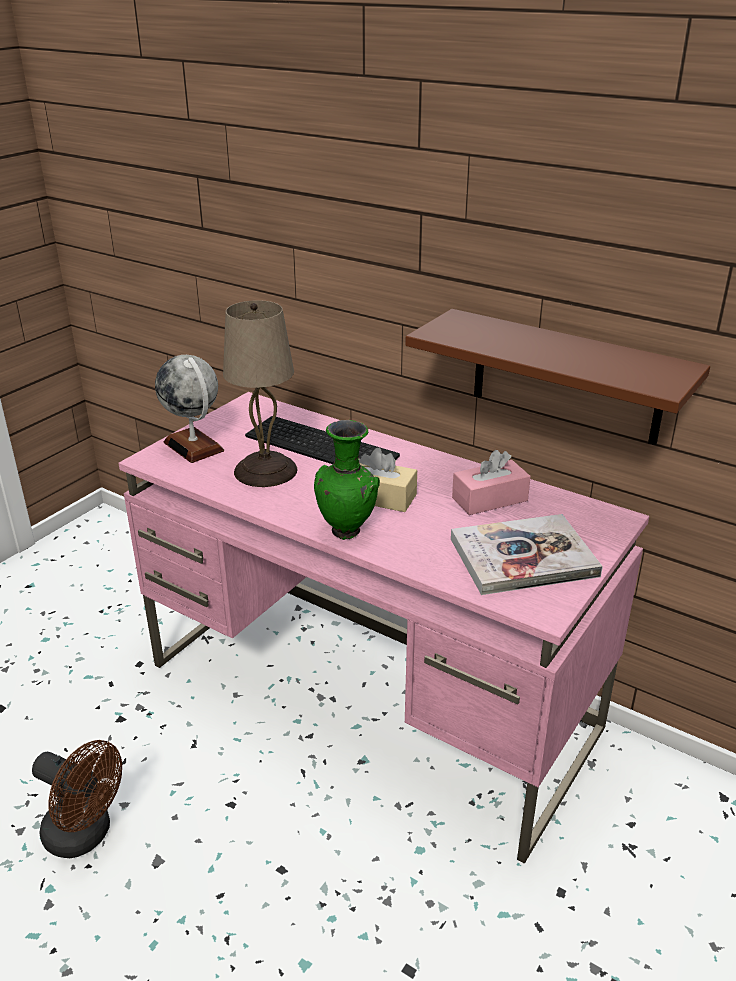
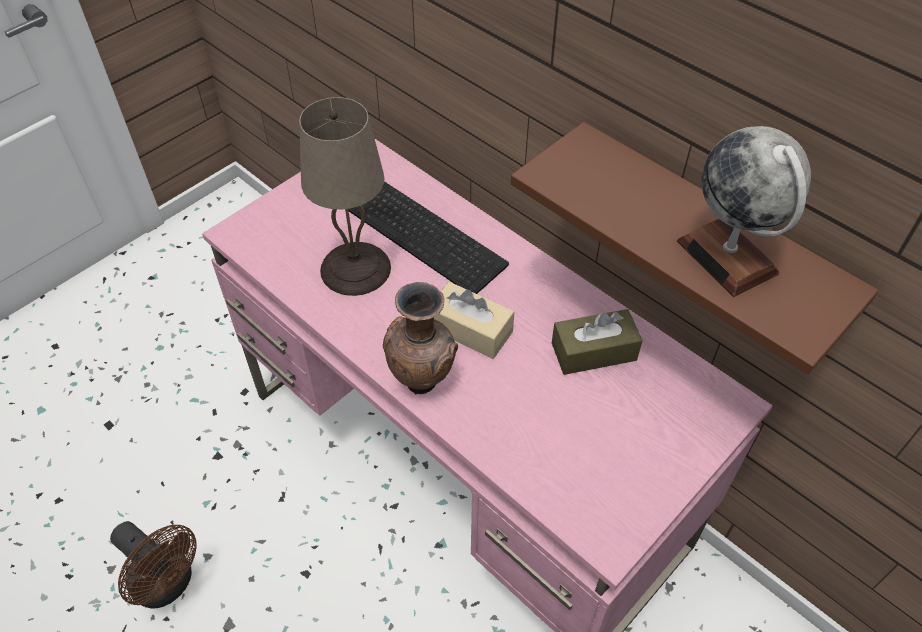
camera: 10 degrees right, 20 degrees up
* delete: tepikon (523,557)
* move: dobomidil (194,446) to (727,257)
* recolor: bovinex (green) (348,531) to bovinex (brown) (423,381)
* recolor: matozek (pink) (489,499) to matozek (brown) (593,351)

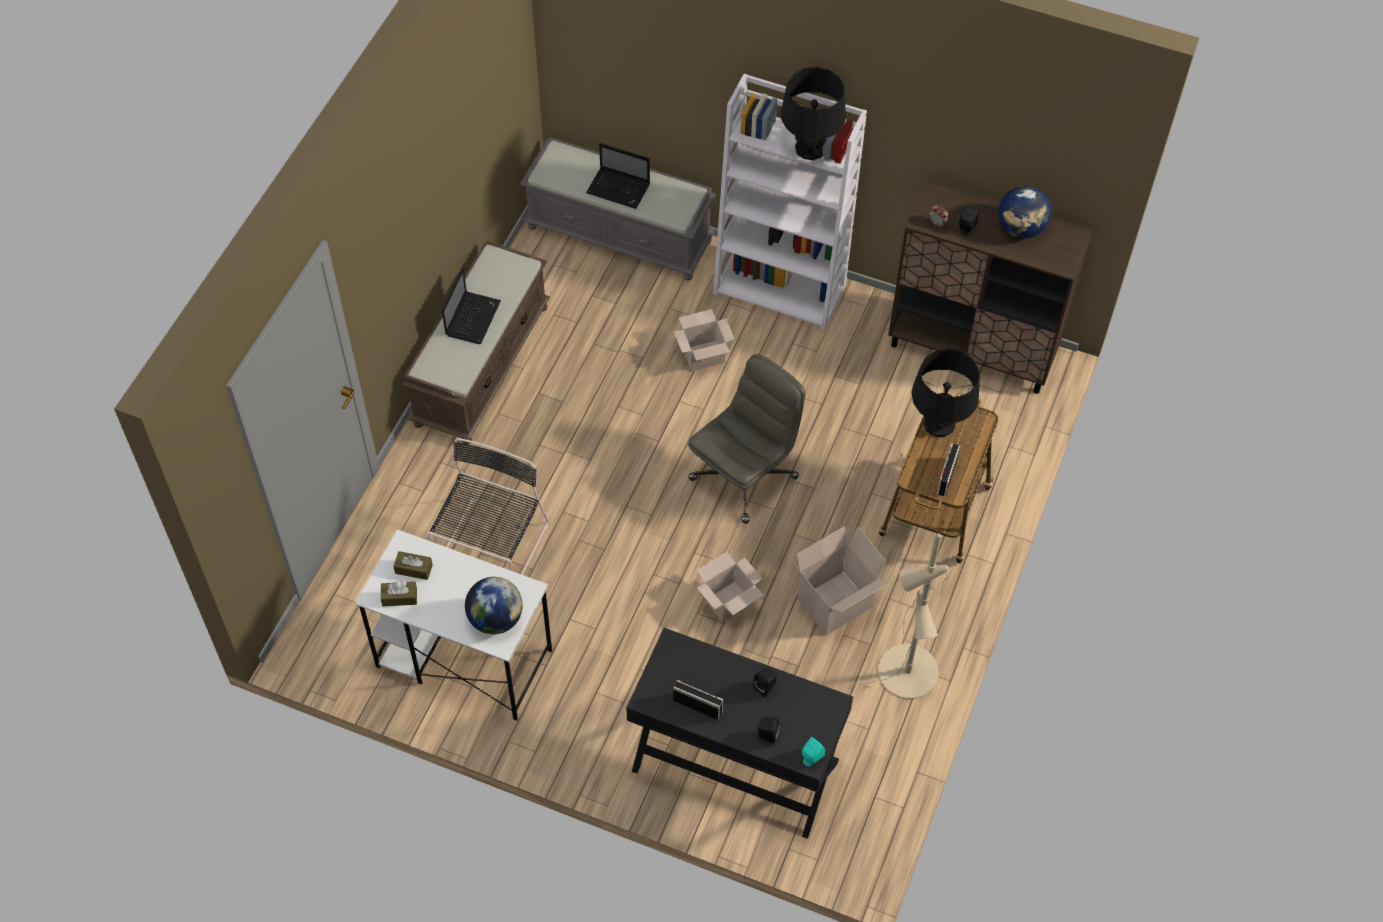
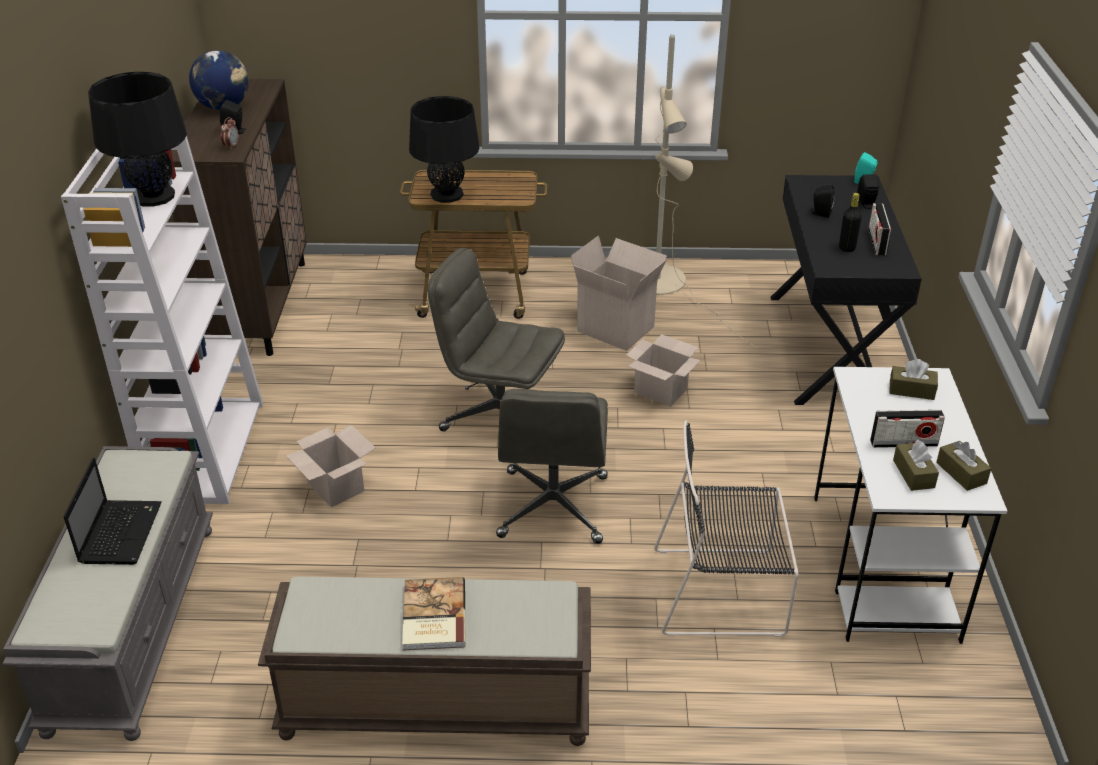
camera: 110 degrees left, 20 degrees down
* insert: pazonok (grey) (553,508)
* insert: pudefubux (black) (847,248)
* move: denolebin (946,477) to (903,443)
* replace: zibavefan (473,317) to tepikon (432,616)
* replace: dobomidil (495,619) to matozek (brown) (911,390)

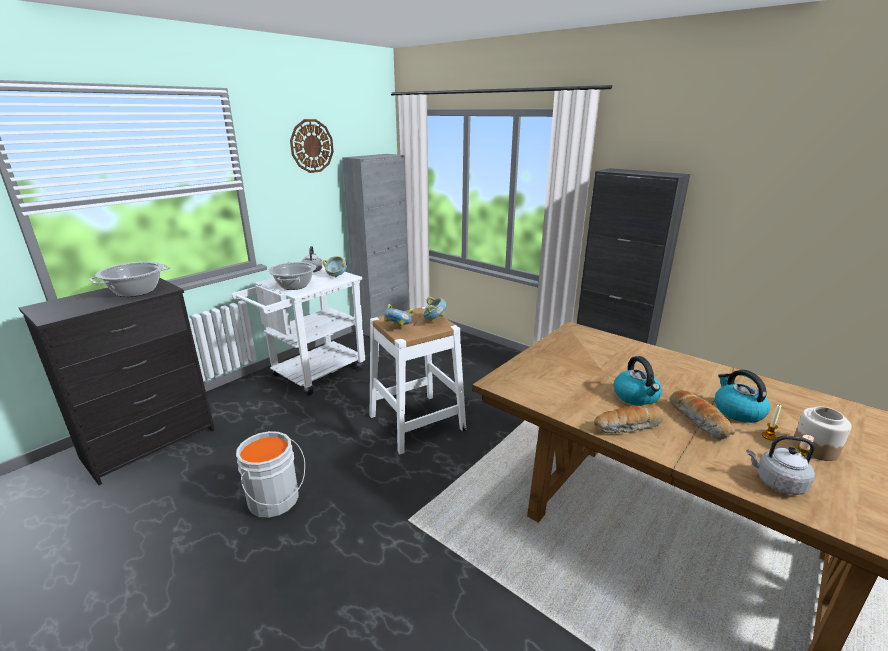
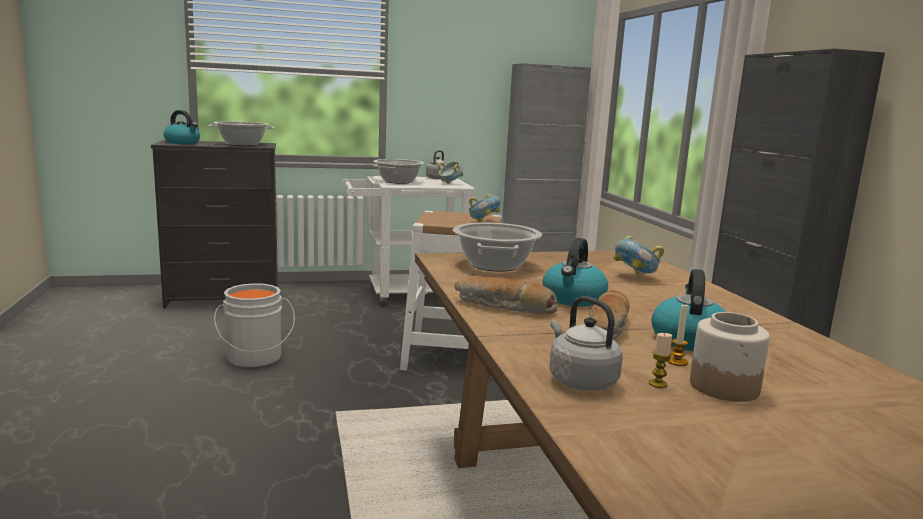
camera: 35 degrees right, 10 degrees down
* delete: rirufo (311,146)
* insert: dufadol (183,143)
* insert: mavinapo (494,265)
* move: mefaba (398,328) to (635,277)

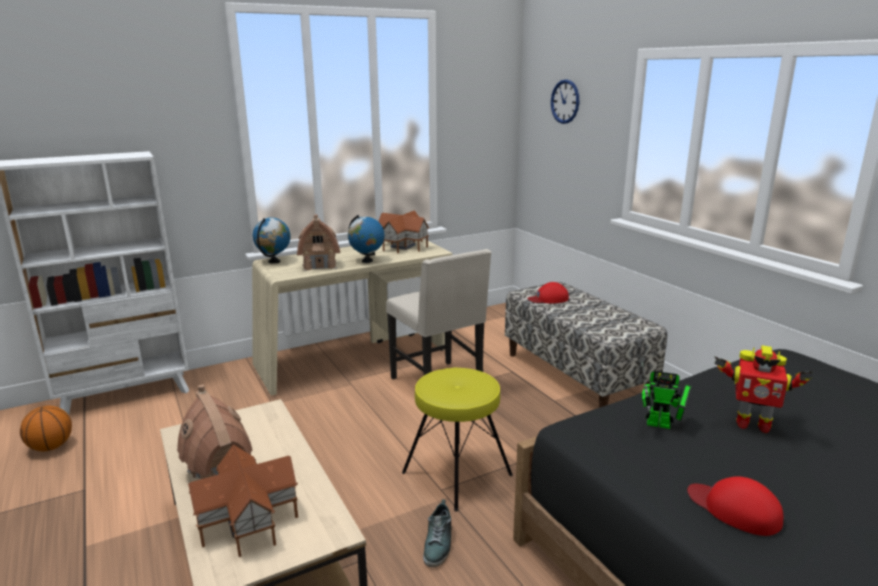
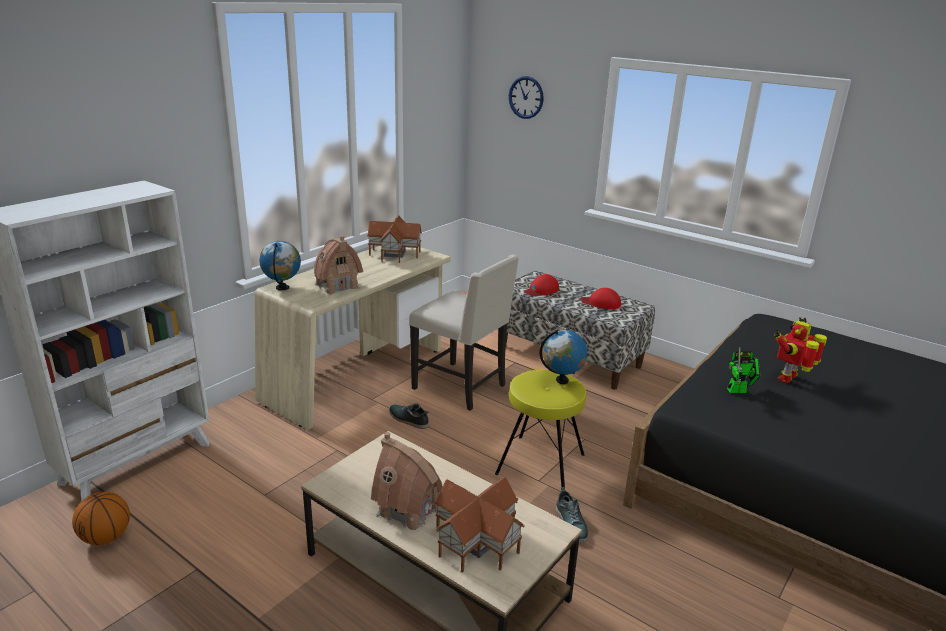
camera: 25 degrees left, 5 degrees up
* insert: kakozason (408,419)
* move: dobomidil (367,261) to (562,380)
* move: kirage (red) (734,509) to (601,303)
* rotate: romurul (751,424) = (789,378) 135 degrees clockwise

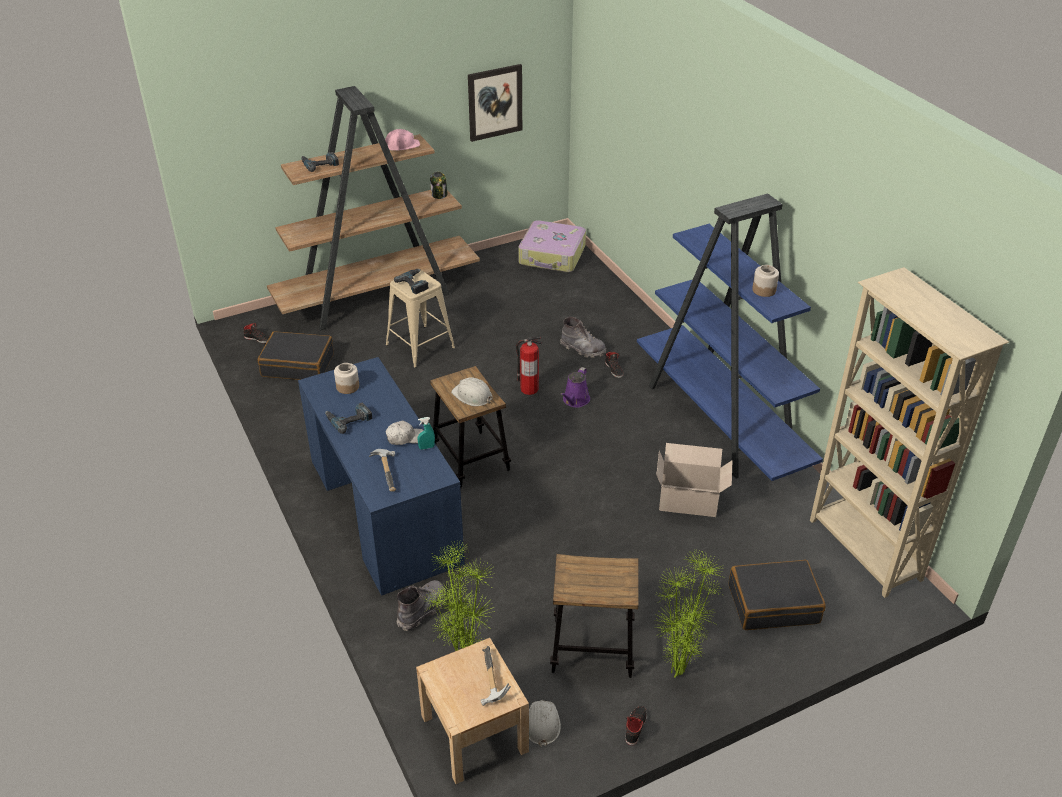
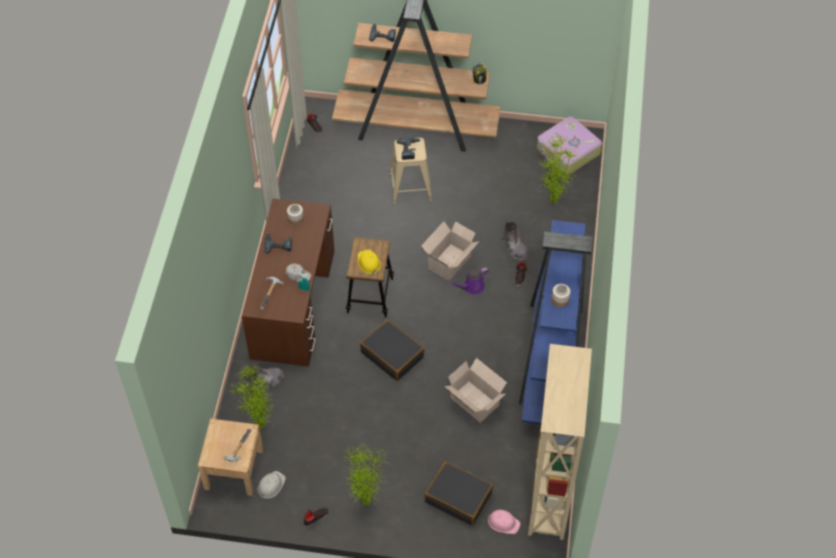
camera: 35 degrees right, 15 degrees up
* delete: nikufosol (495,102)
* delete: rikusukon (592,648)
* insert: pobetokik (553,202)
* move: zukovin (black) (298,364) to (392,355)
* move: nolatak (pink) (401,145) to (503,522)
* replace: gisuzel (529,389) to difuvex (450,261)
* recolor: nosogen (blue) (385,509) to nosogen (brown) (294,303)
* recolor: nolatak (white) (472,395) to nolatak (yellow) (368,263)

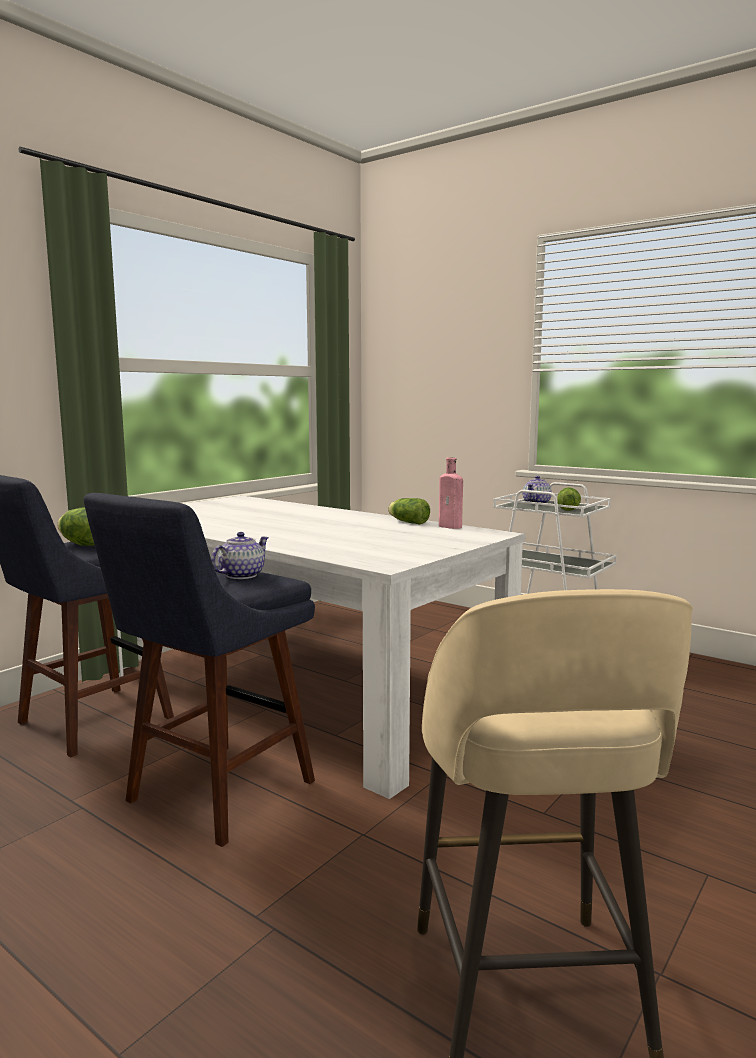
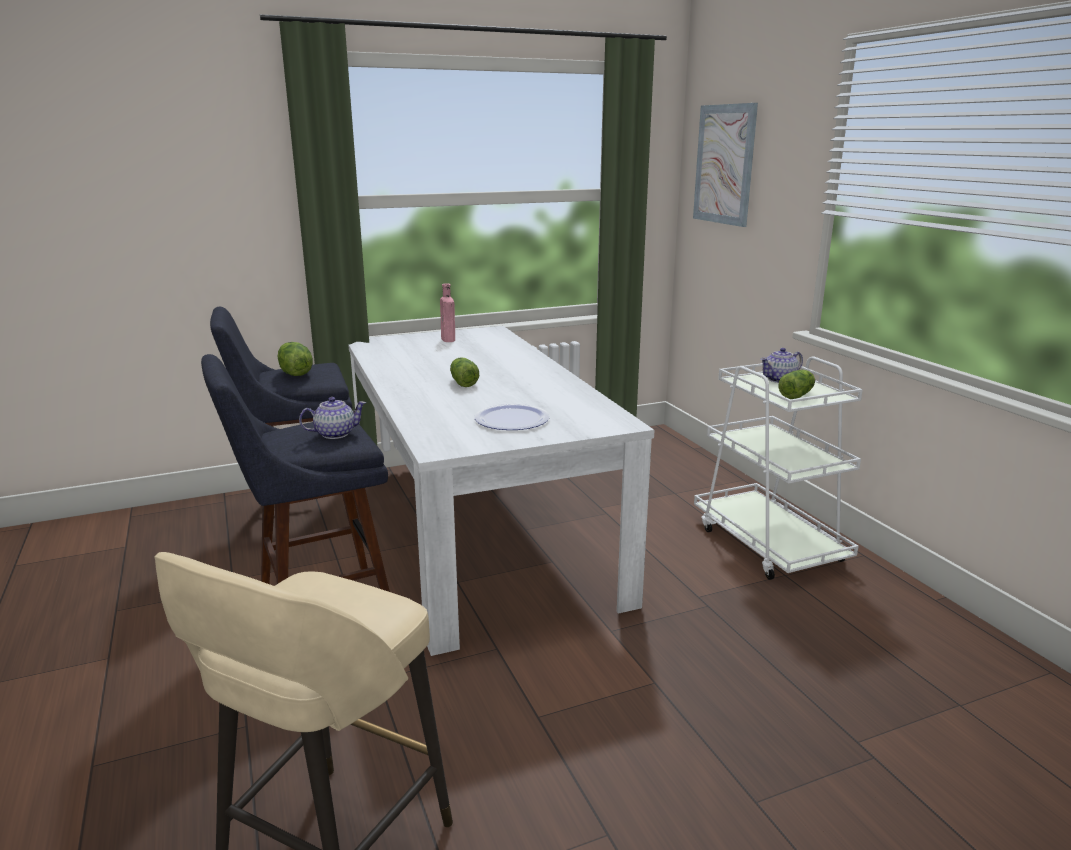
camera: 30 degrees right, 10 degrees up
* insert: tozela (511,419)
* insert: nikufosol (724,164)
* move: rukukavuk (407,522) to (463,382)
* move: pudefubux (pink) (451,527) to (448,340)

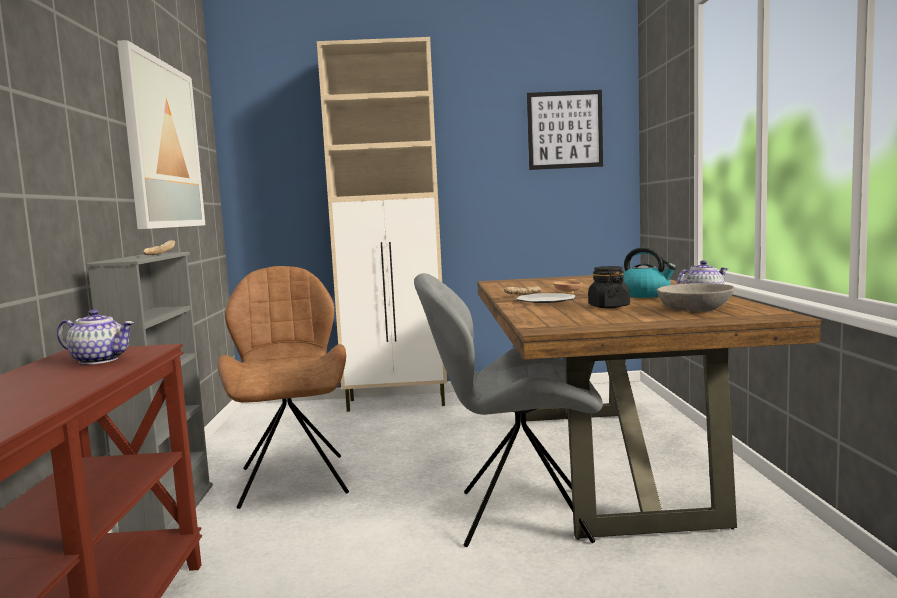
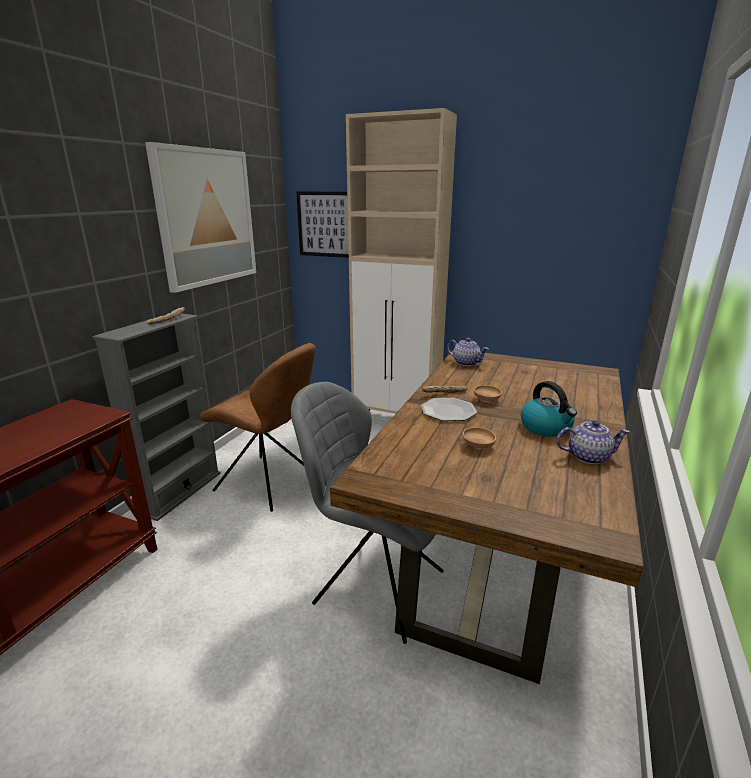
camera: 25 degrees right, 15 degrees up
* delete: mefaba (grey) (695,309)
* move: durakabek (100,360) to (466,363)
* move: nikufosol (565,130) to (325,224)
* replace: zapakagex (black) (608,306) to mefaba (brown) (478,445)
* rotate: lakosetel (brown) (293,478) = (269,483) 105 degrees clockwise

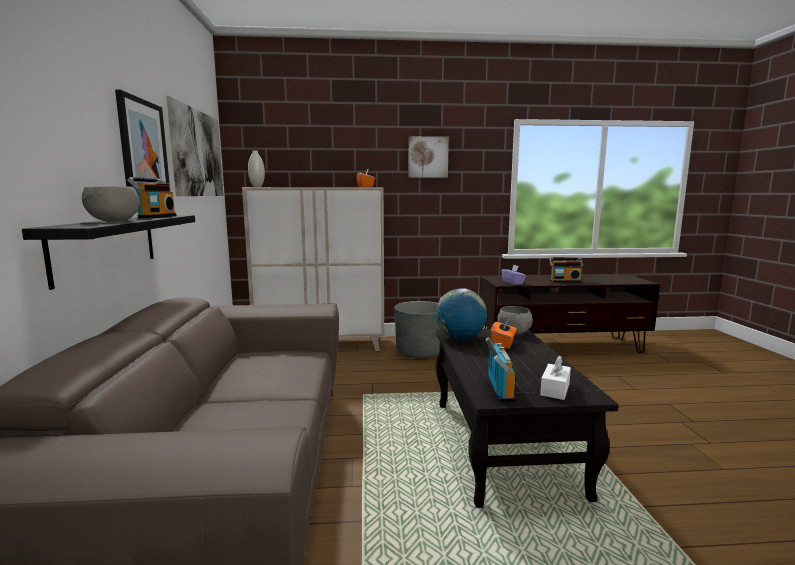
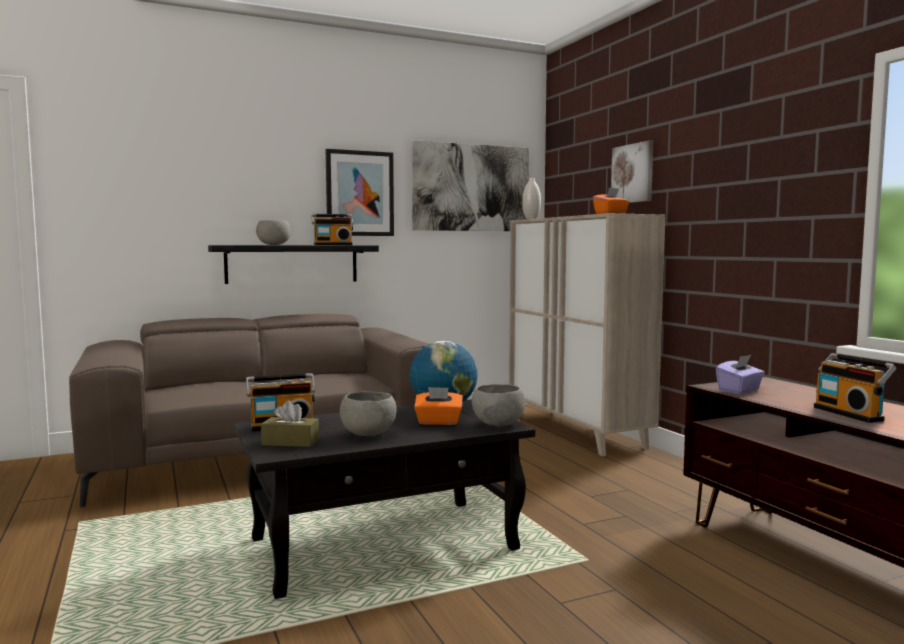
camera: 70 degrees right, 5 degrees down
* delete: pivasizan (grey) (419,351)
* insert: mefaba (grey) (368,434)
* move: nikufosol (428,157) to (633,173)
* recolor: matozek (white) (555,389) to matozek (brown) (290,442)

